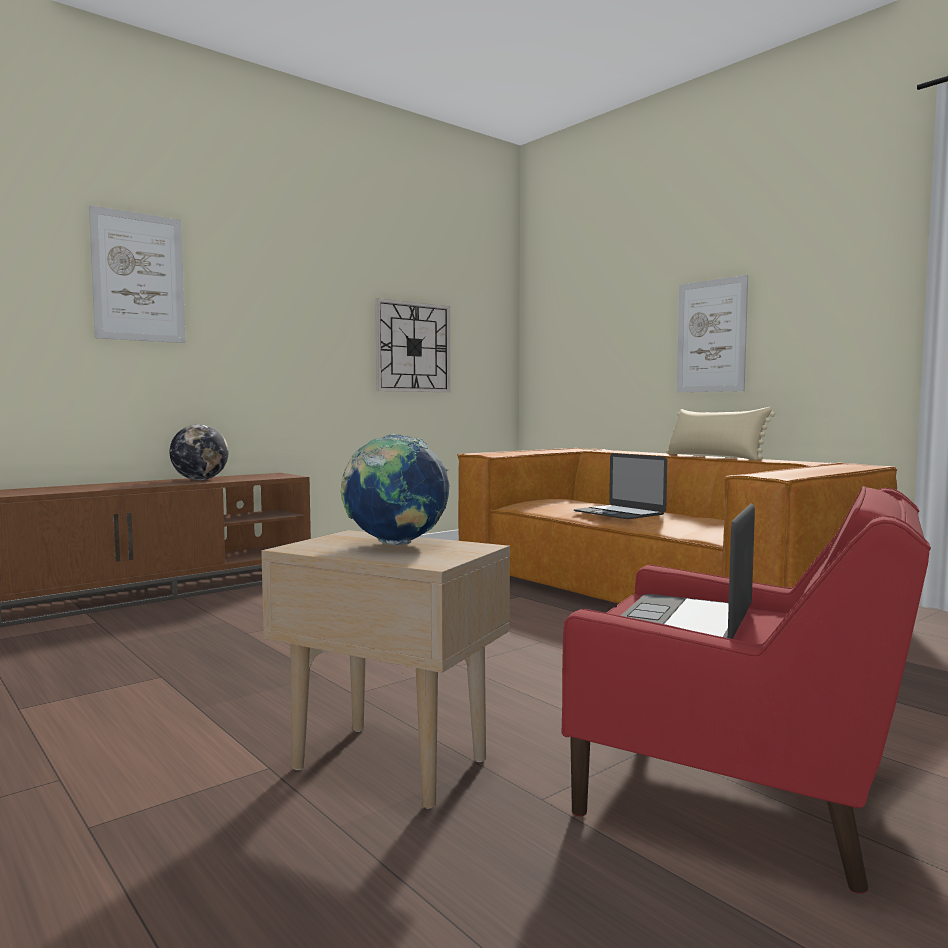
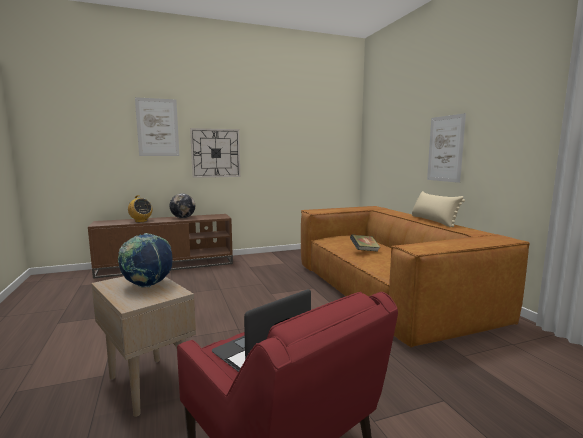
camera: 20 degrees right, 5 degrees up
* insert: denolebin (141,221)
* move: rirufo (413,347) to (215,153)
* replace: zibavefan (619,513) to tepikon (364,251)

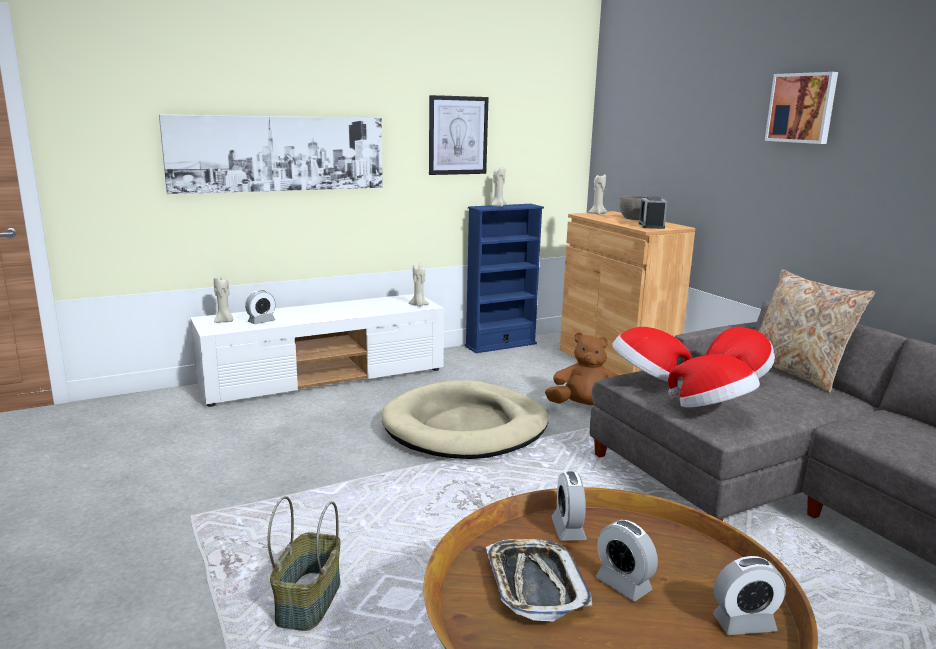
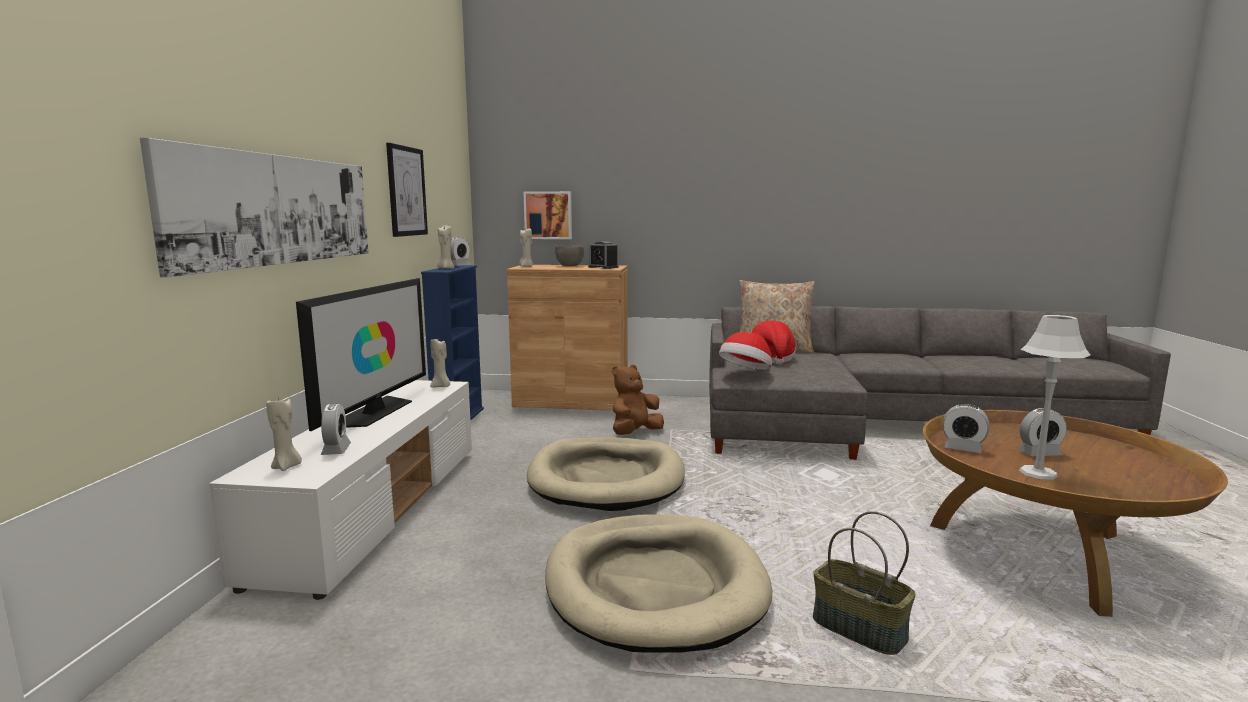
camera: 55 degrees left, 5 degrees down
* delete: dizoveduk (712,409)
* insert: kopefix (374,412)
* insert: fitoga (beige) (654,586)
* move: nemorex (744,623) to (459,265)
* move: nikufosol (802,108) to (548,215)
* replace: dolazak (534,584) to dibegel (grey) (1038,473)

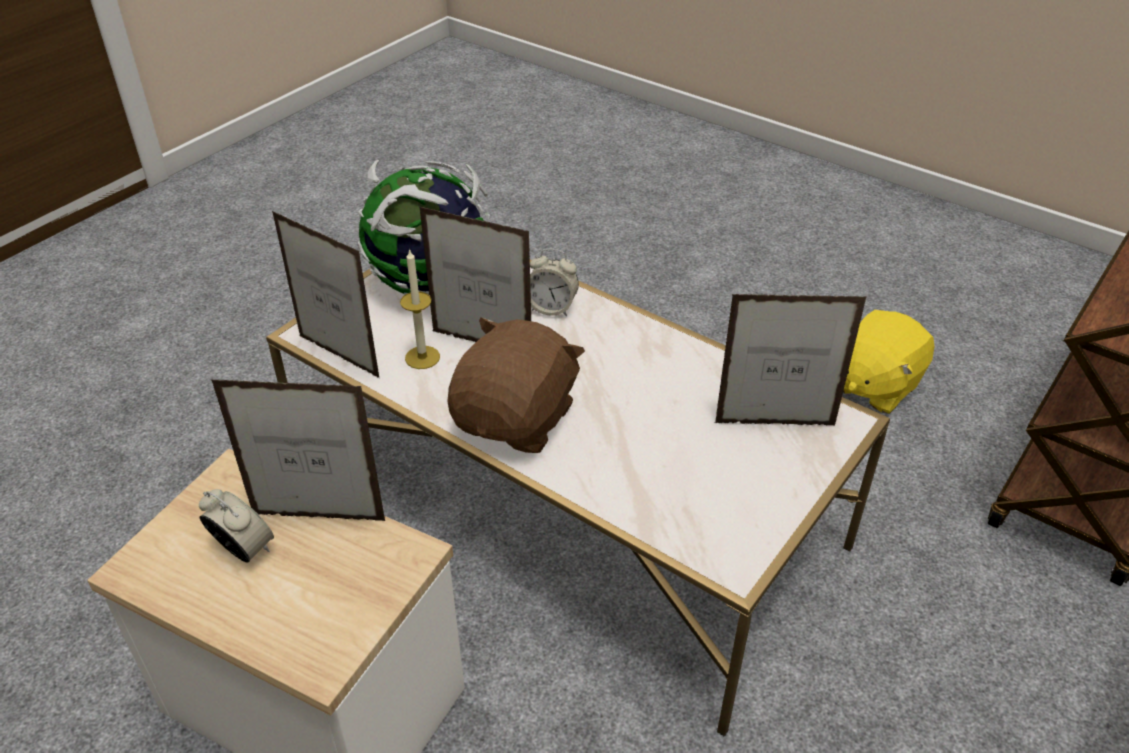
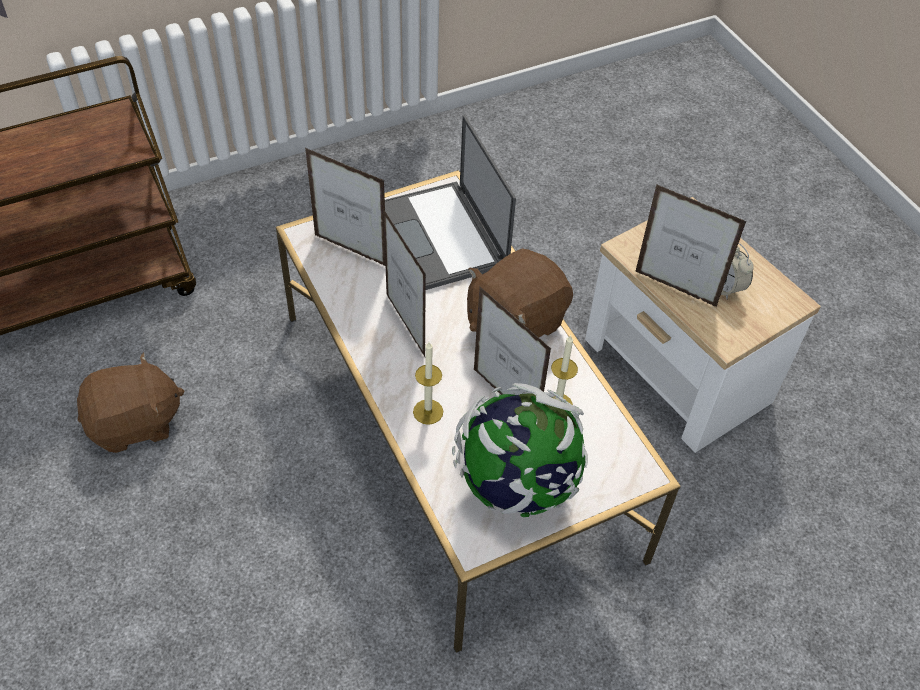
camera: 155 degrees left, 10 degrees up
* insert: zibavefan (441,237)
* move: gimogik (338,356) to (405,325)
* replace: nemorex (551,308) to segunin (428,411)
* recolor: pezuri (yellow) (873,385) to pezuri (brown) (135,424)

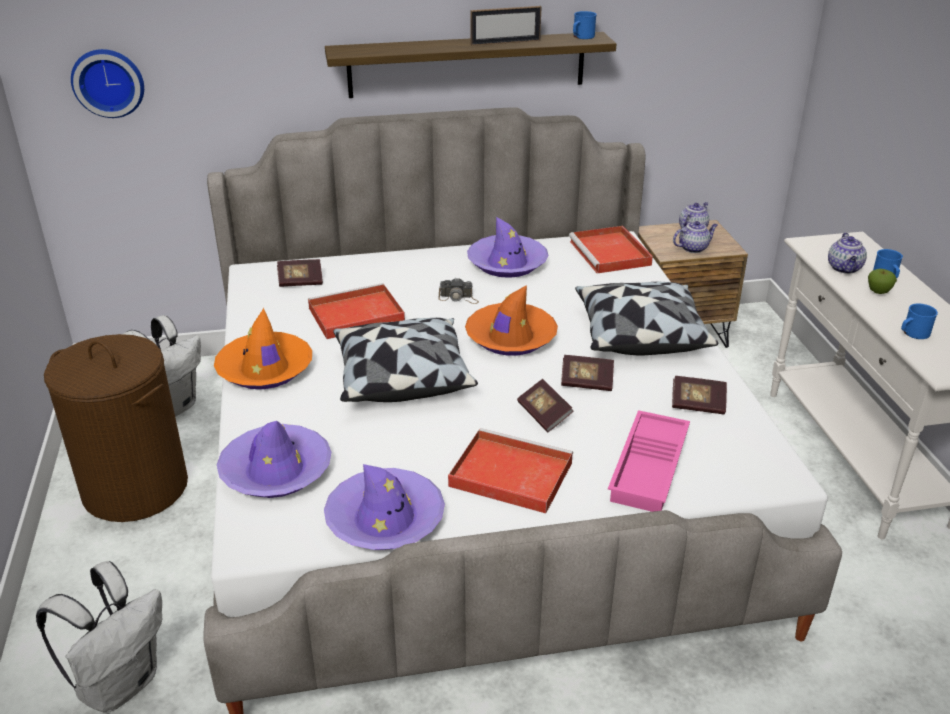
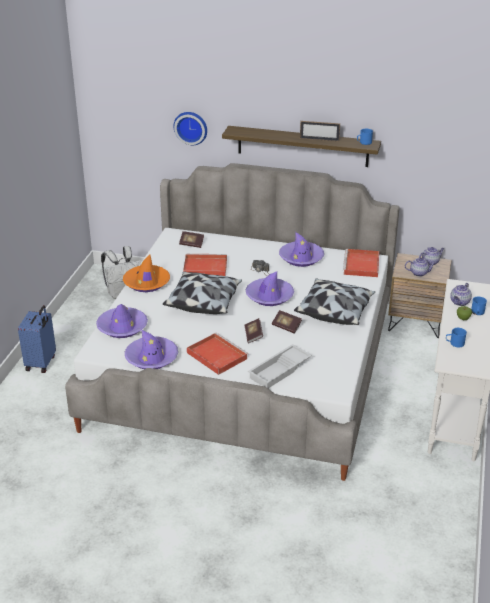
camera: 25 degrees right, 0 degrees up
* delete: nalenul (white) (120,683)
* delete: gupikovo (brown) (135,488)
* delete: tepikon (697,405)
* insert: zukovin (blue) (41,363)
* move: rirufo (108,82) to (191,127)
* recolor: dizoveduk (orange) (510,337) to dizoveduk (purple) (269,296)
* recolor: dolazak (pink) (650,468) to dolazak (white) (280,370)

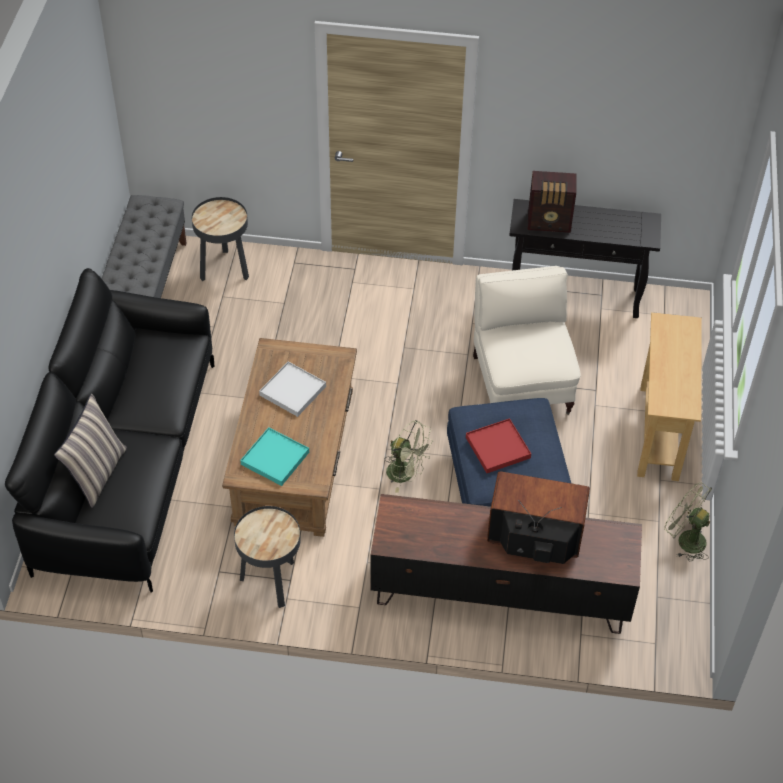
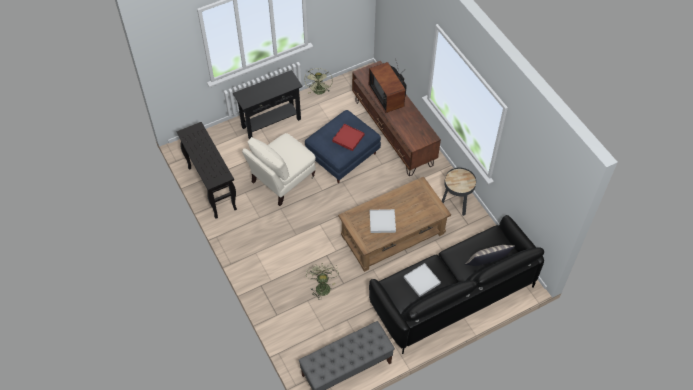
camera: 125 degrees left, 5 degrees up
* delete: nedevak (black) (225,269)
* delete: dolazak (turquoise) (275,458)
* delete: denolebin (550,223)
* insert: dolazak (white) (422,280)
* move: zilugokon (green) (406,474) to (322,286)
* recolor: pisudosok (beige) (659,432) to pisudosok (black) (271,123)

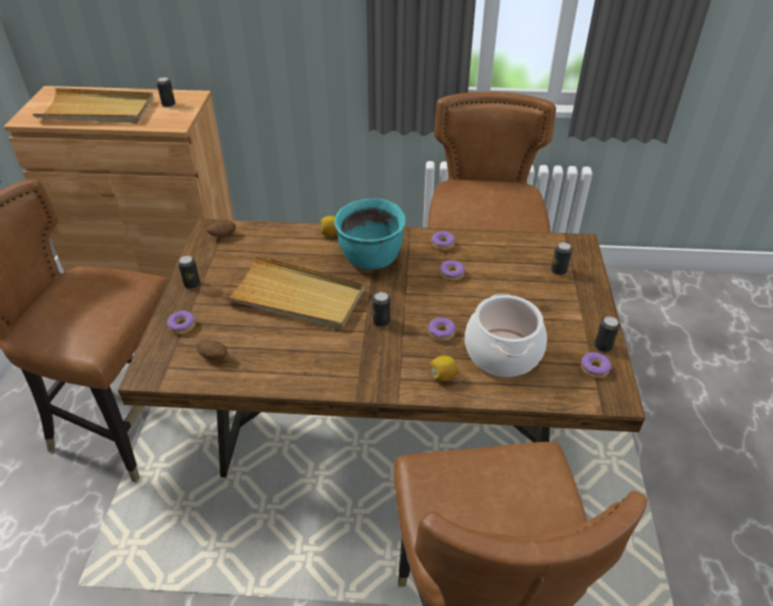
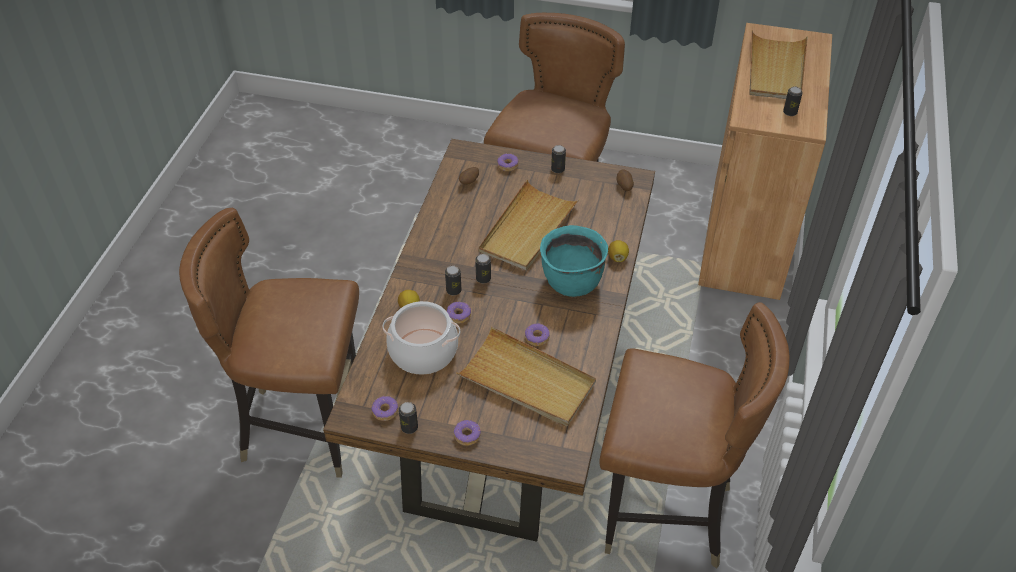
camera: 100 degrees right, 5 degrees up
* insert: dolazak (beige) (527,381)
* move: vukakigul (442,244) to (467,435)
* move: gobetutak (558,270) to (453,290)

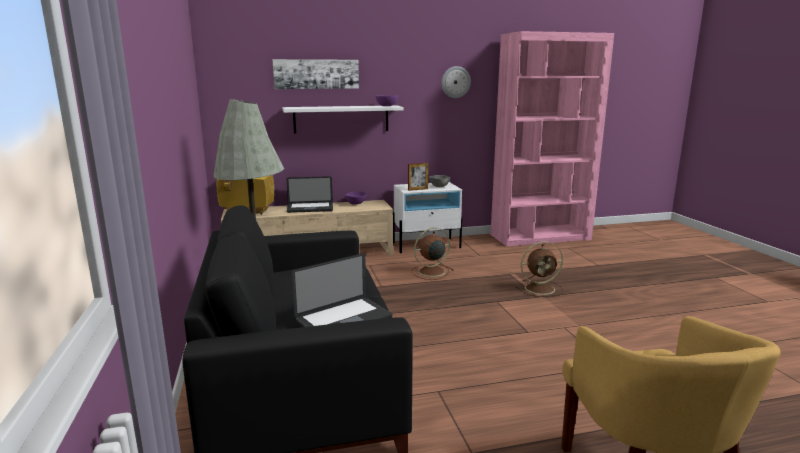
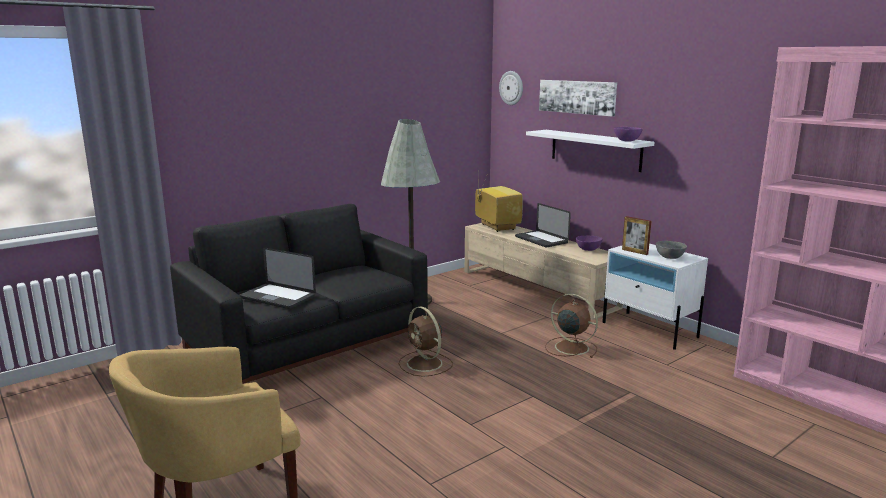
camera: 65 degrees right, 0 degrees up
* move: rirufo (455,82) to (511,88)
* move: zilugokon (brown) (541,288) to (425,364)

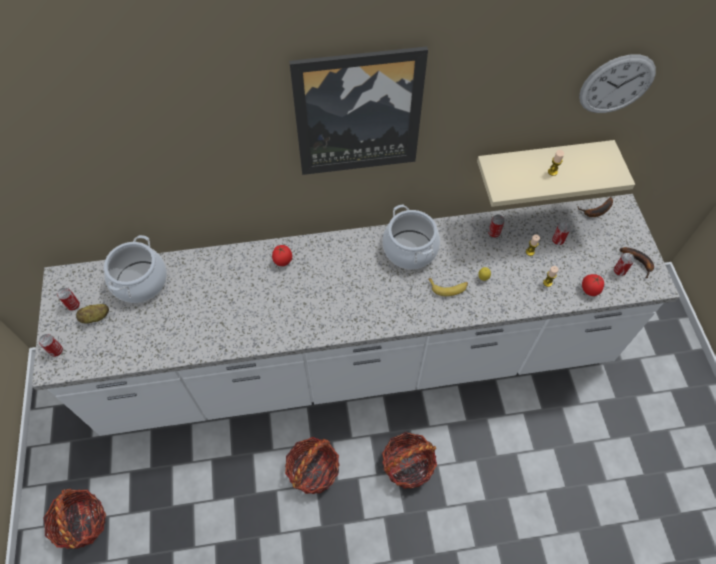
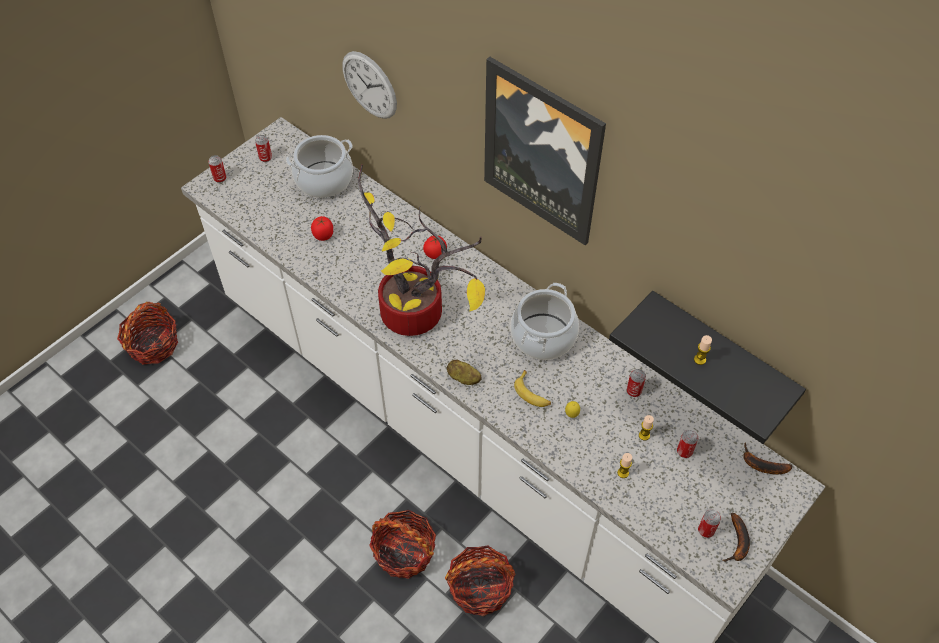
camera: 50 degrees right, 5 degrees down
* insert: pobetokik (417,312)
* move: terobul (95,317) to (463,378)
* move: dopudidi (313,470) to (480,588)
* move: rirufo (616,84) to (369,85)
* move: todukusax (589,290) to (323,235)
* recolor: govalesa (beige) (540,165) to govalesa (black) (719,356)

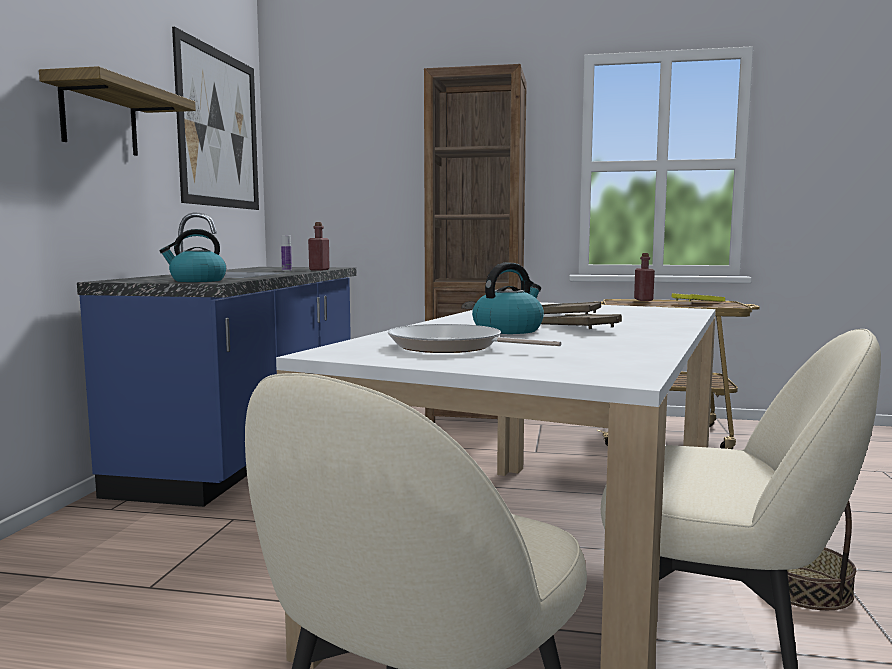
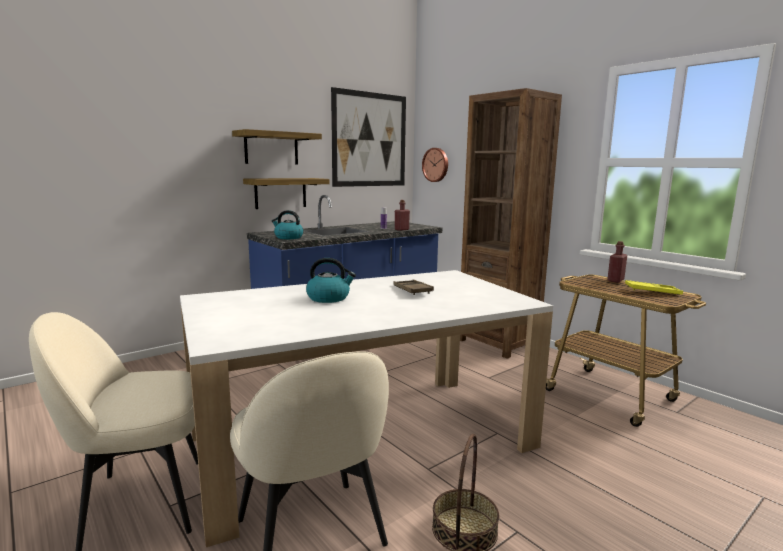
camera: 40 degrees right, 5 degrees up
* delete: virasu (451,347)
* delete: dolazak (brown) (576,327)
* insert: govalesa (280,193)
* insert: rirufo (436,165)

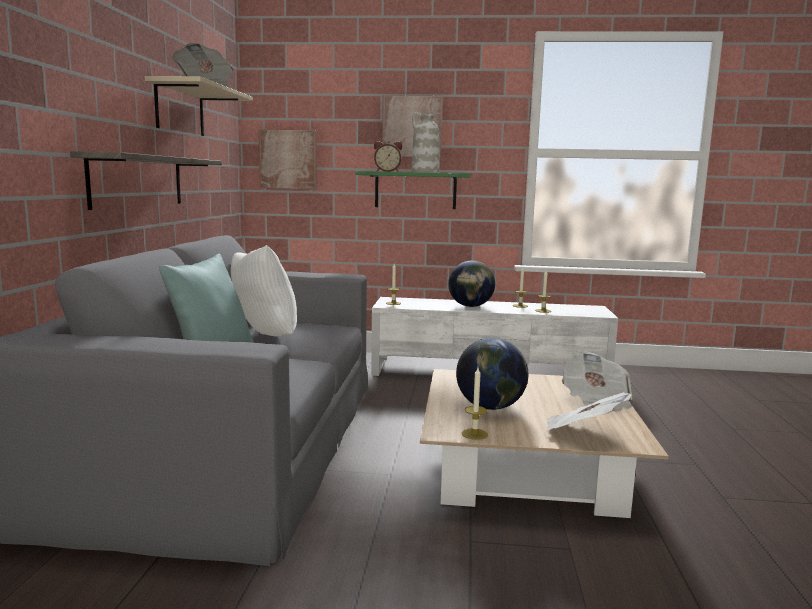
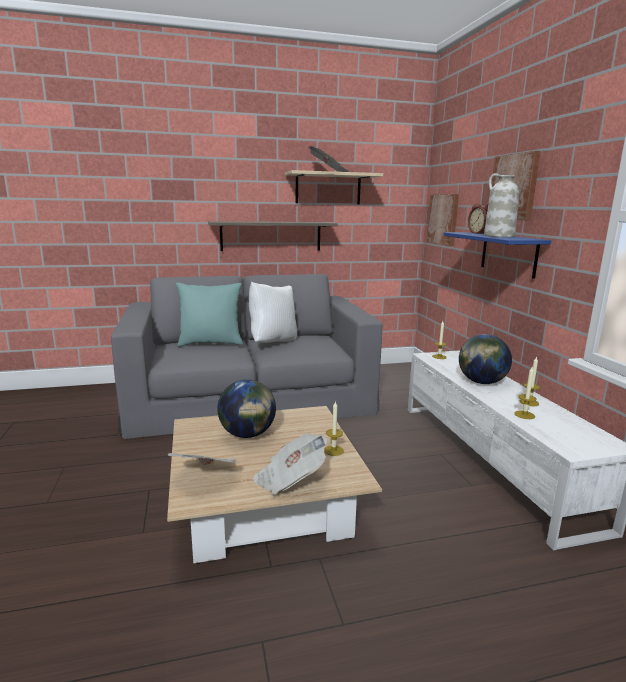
camera: 70 degrees right, 5 degrees up
* move: segunin (474,434) to (333,450)
* recolor: govalesa (green) (415,190) to govalesa (blue) (508,254)

